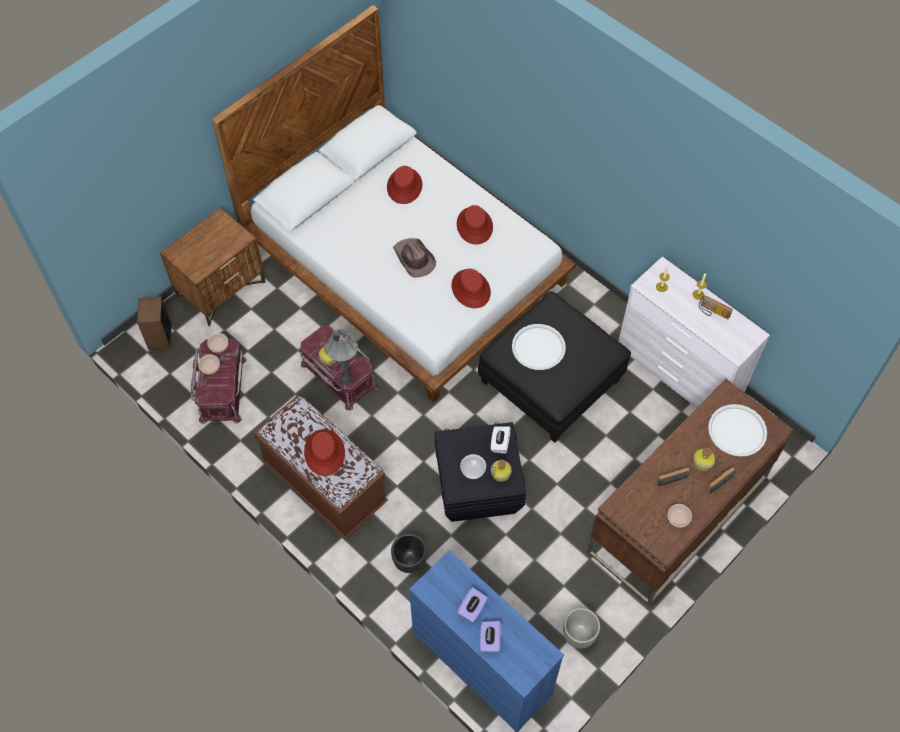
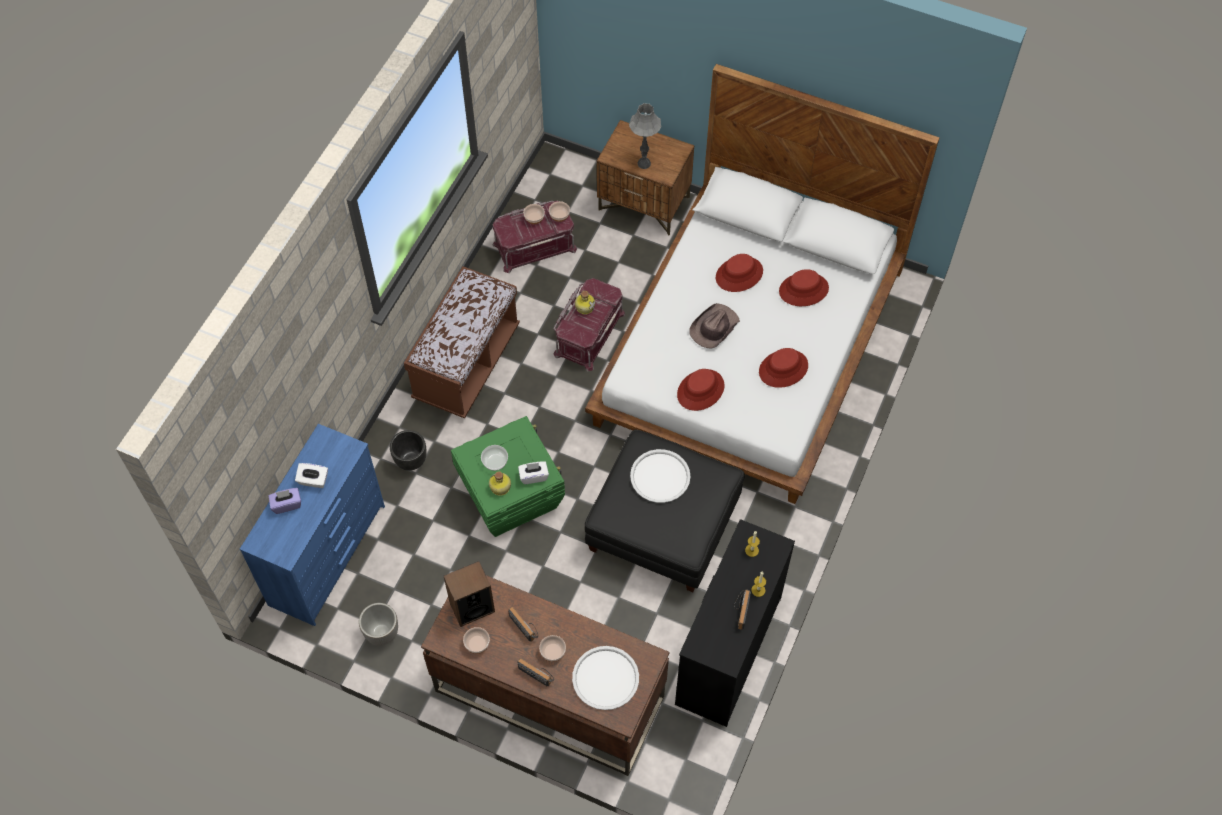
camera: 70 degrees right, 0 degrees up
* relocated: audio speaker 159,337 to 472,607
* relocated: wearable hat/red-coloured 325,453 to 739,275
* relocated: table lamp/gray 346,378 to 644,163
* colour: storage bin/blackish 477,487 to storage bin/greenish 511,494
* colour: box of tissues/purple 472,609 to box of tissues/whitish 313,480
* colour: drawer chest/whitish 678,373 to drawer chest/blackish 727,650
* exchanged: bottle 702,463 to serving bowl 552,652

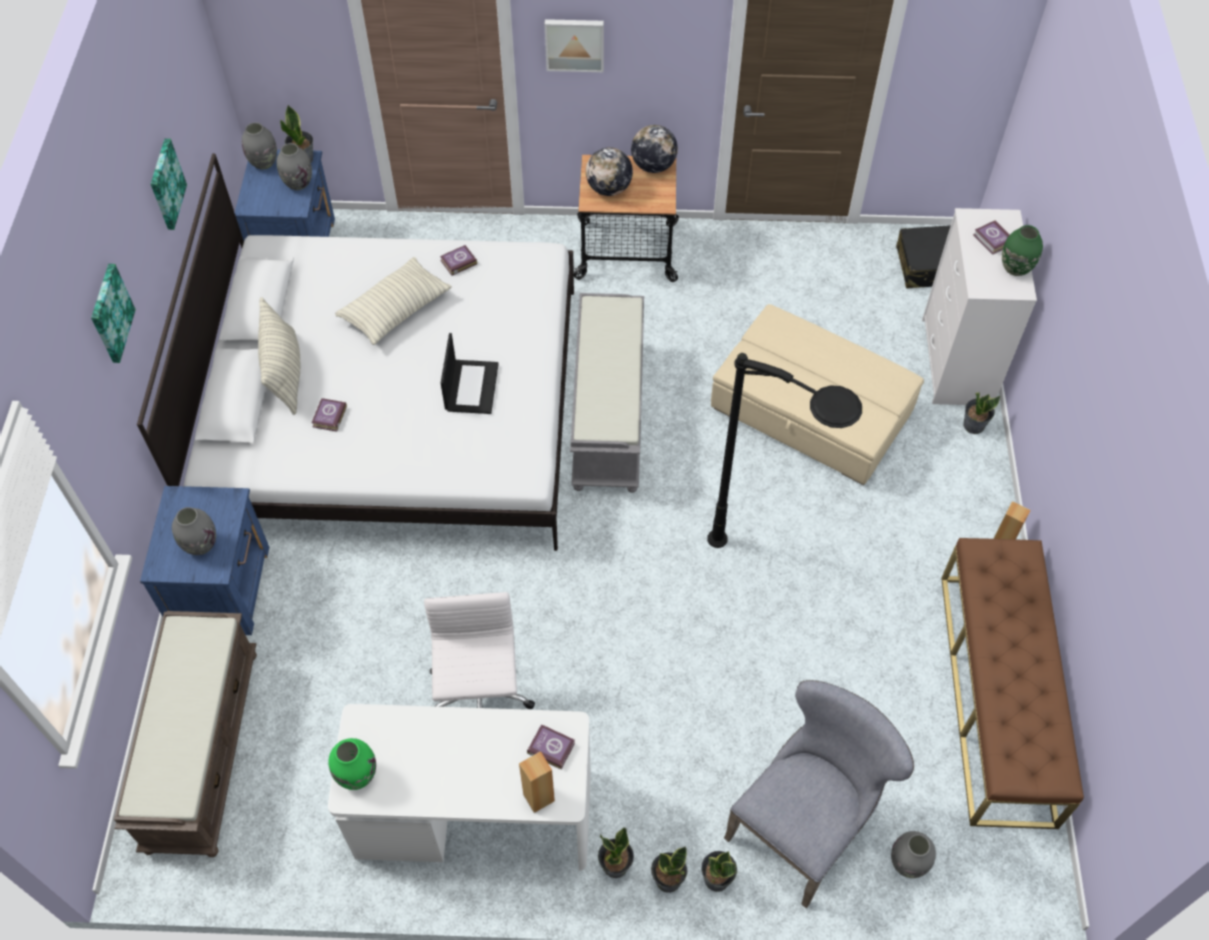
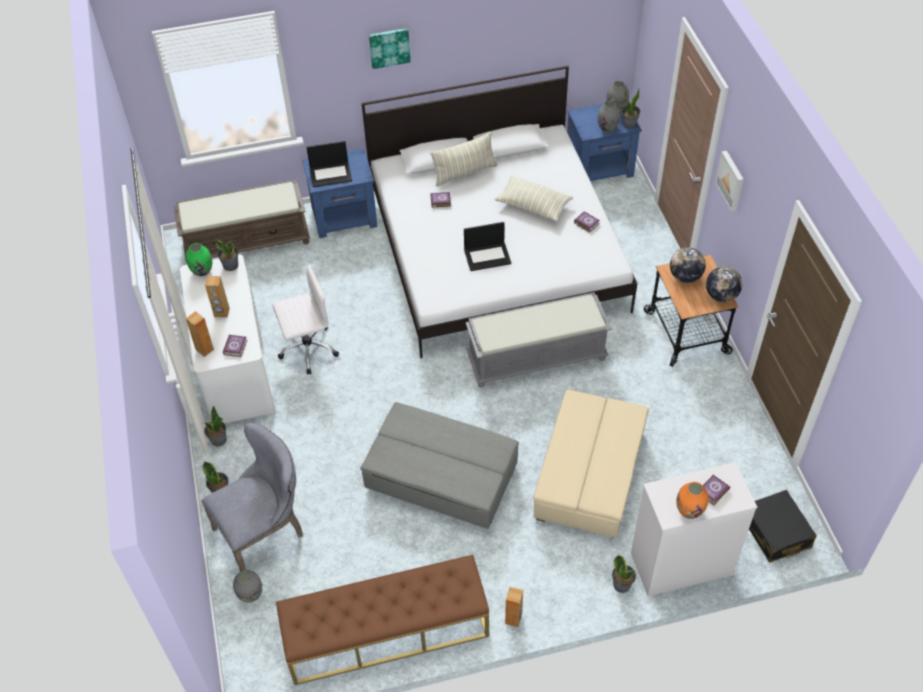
camera: 75 degrees right, 5 degrees down
* missing: picture 165,184
* exchanged: vase/gray 200,544 to portable computer 331,174
* relocated: potted plant 667,879 to 230,265
* exchanged: floor lamp/blackish 770,574 to pouffe/gray 441,477
* spun: upright chair/gray 804,824 = 264,531 60 degrees counterclockwise
* colour: vase/greenish 1015,268 to vase/orange 689,510
* appeared: audio speaker/brown-coloured 221,312

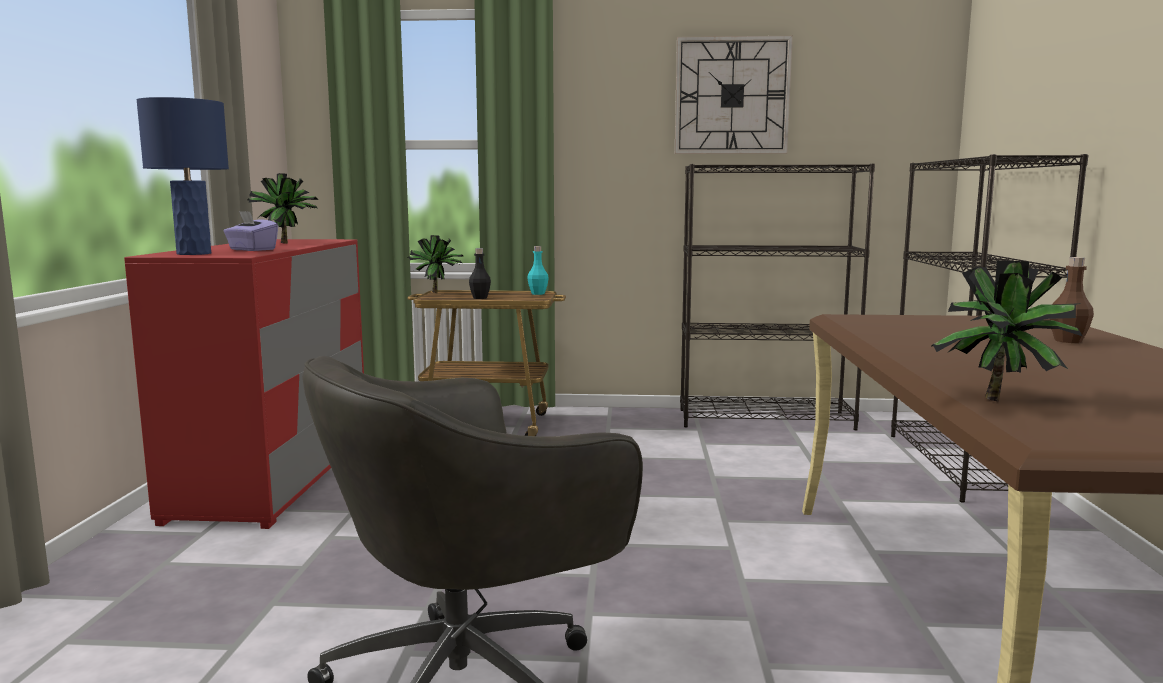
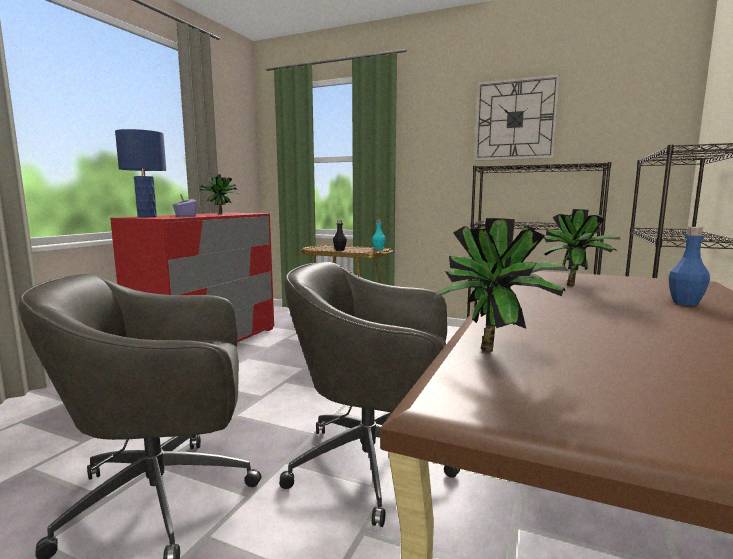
camera: 20 degrees right, 0 degrees up
* relocated: potted plant 438,292 to 576,286
* colour: bottle/brown-coloured 1068,341 to bottle/bluish 685,303
* appeared: computer chair/gray 374,466

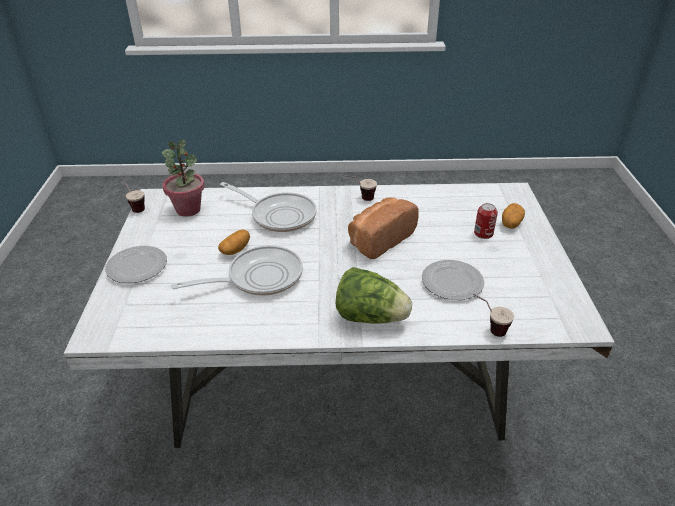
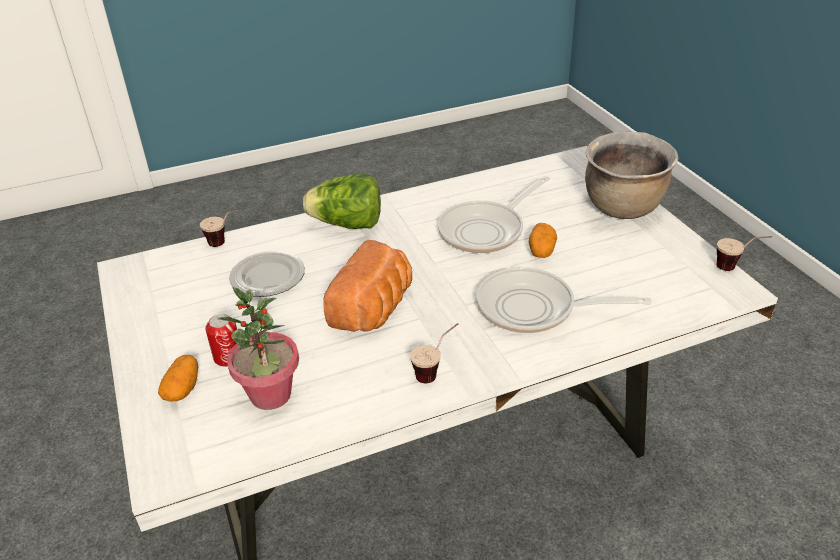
camera: 160 degrees right, 0 degrees up
* exchanged: flat dish 136,267 to cooking pot/brown-coloured 623,208
* relocated: potted plant 188,209 to 270,395

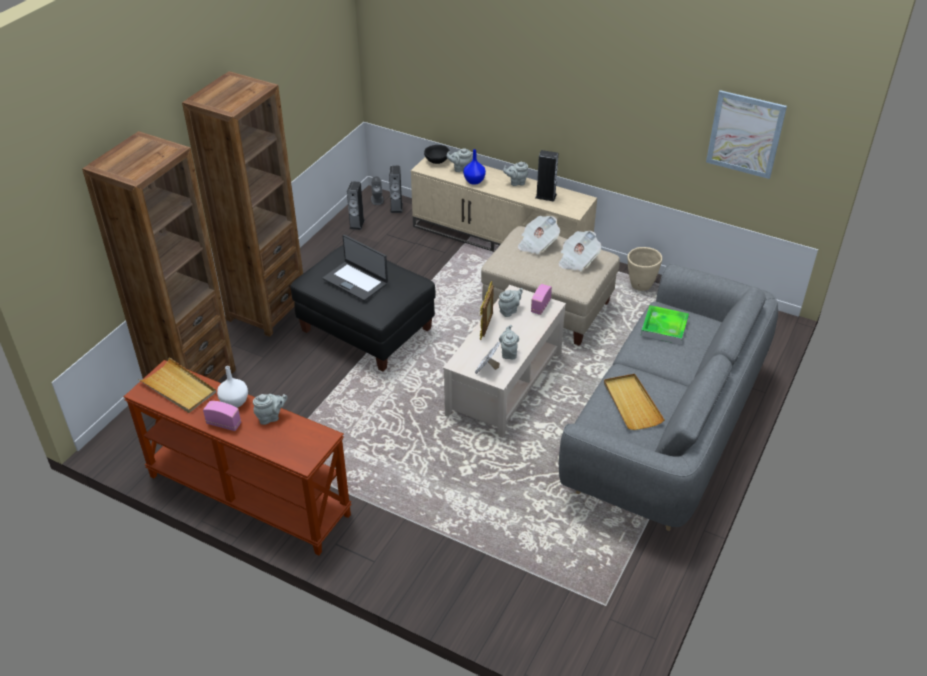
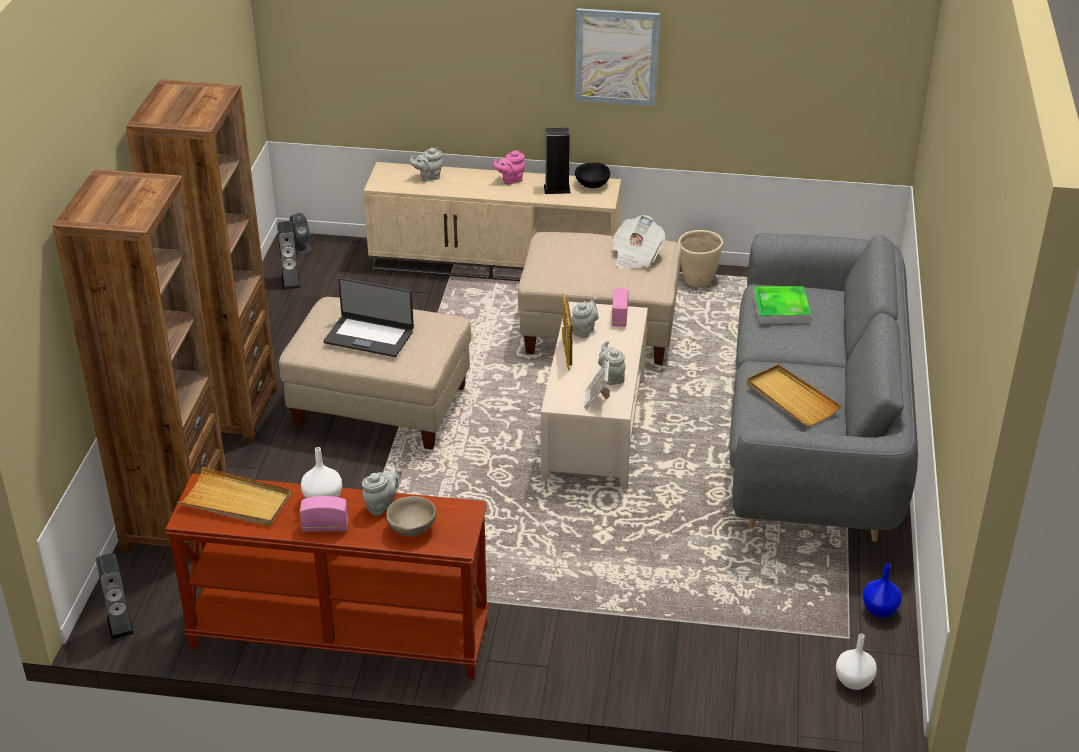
camera: 20 degrees left, 5 degrees down
* colour: pouffe/blackish 366,330 to pouffe/beige 381,407
* relocated: audio speaker 396,208 to 120,625
* relocated: serving bowl/blackish 436,161 to 591,184
* relocated: vase/bluish 474,181 to 880,609
* colour: pot for tea/gray 516,182 to pot for tea/pinkish 510,180
* missing: printed paper 537,244
* relocated: picture 745,134 to 616,57
* appeared: serving bowl/beige 411,528
* appeared: vase/whitish 854,682

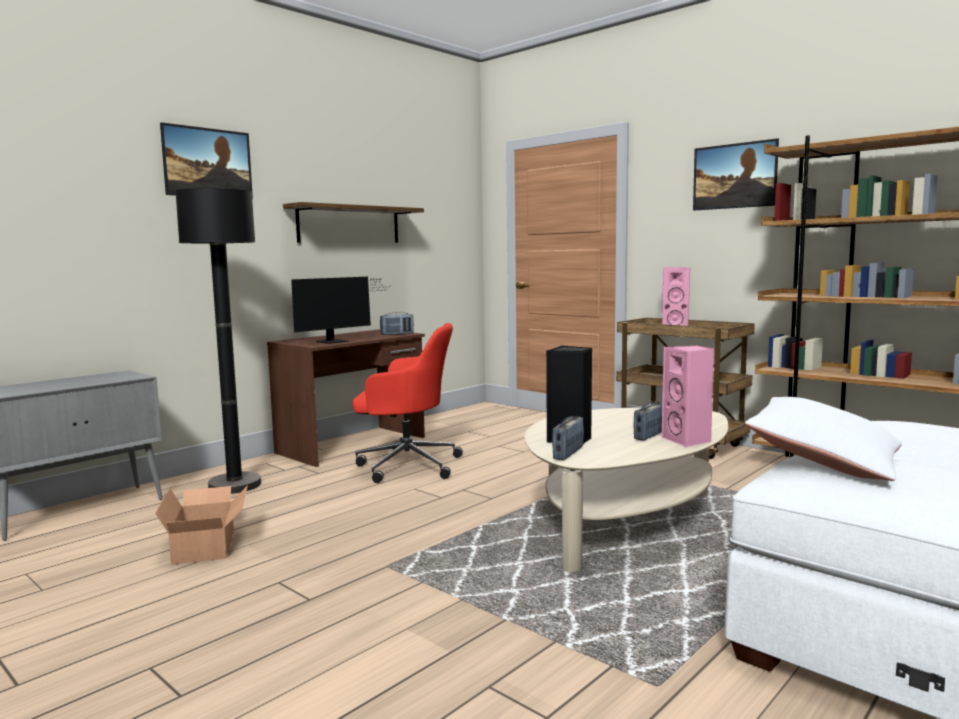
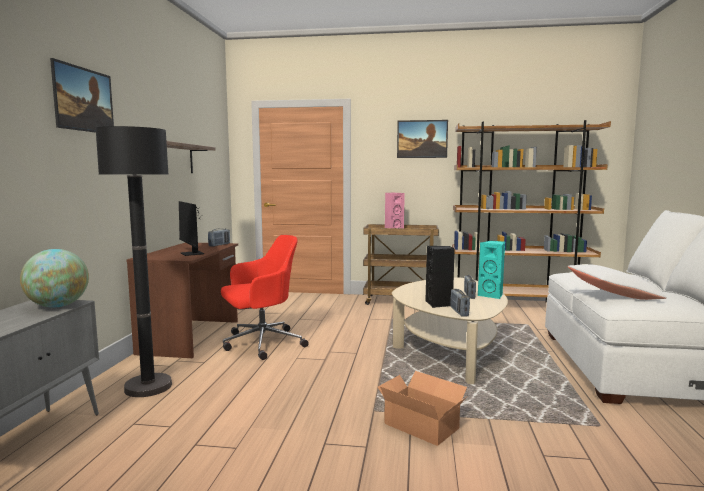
camera: 35 degrees left, 0 degrees up
* relocated: packing box 208,545 to 421,424
* spun: computer display 336,341 = 192,254 135 degrees clockwise
* colour: audio speaker/pinkish 687,440 to audio speaker/blue-green 492,295
* appeared: desk globe 58,306

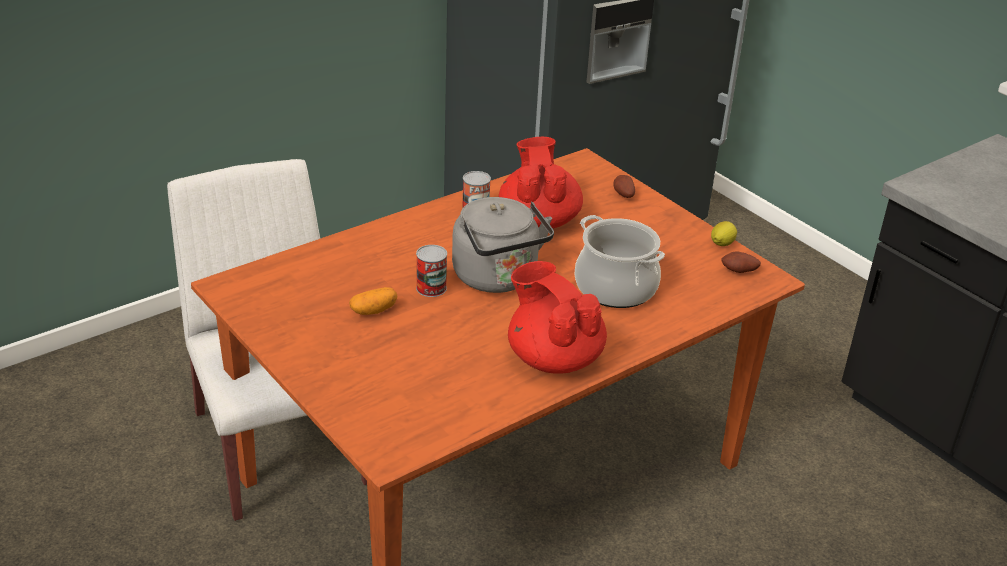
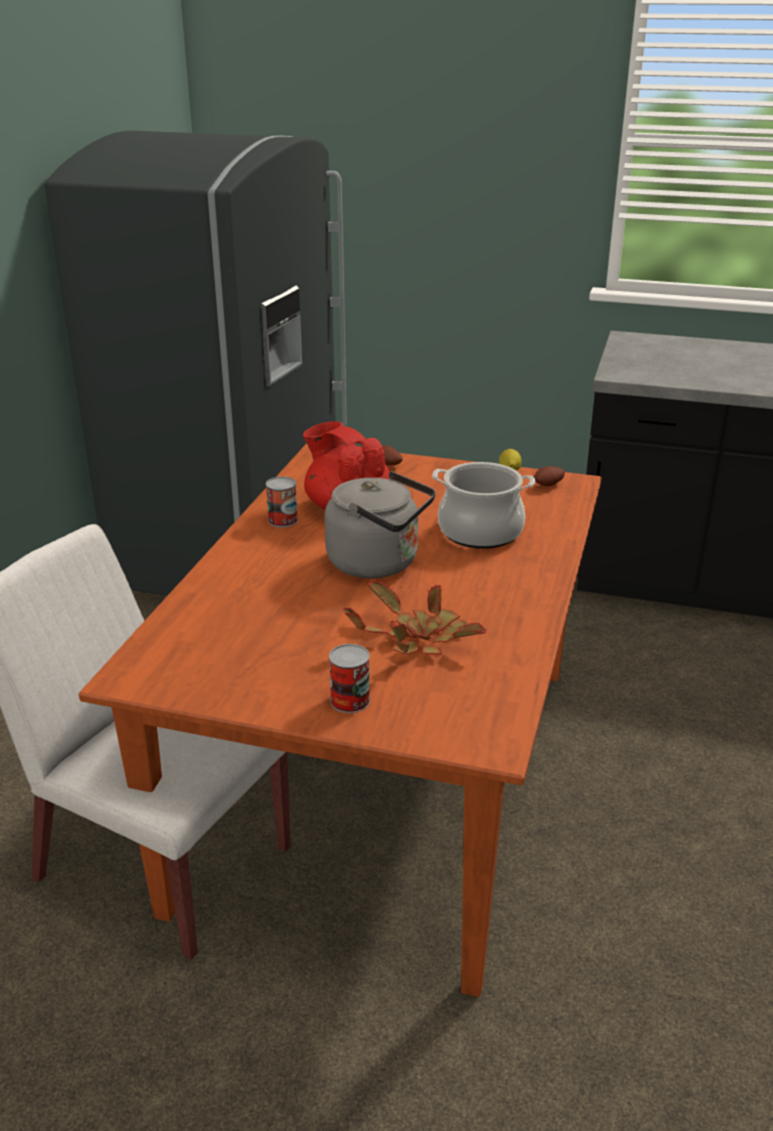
camera: 35 degrees left, 5 degrees down
* missing: whole potato 373,311
* relocated: can 431,288 to 350,700
* missing: pot for tea/red-coloured 553,358
* appeared: potted plant 418,640

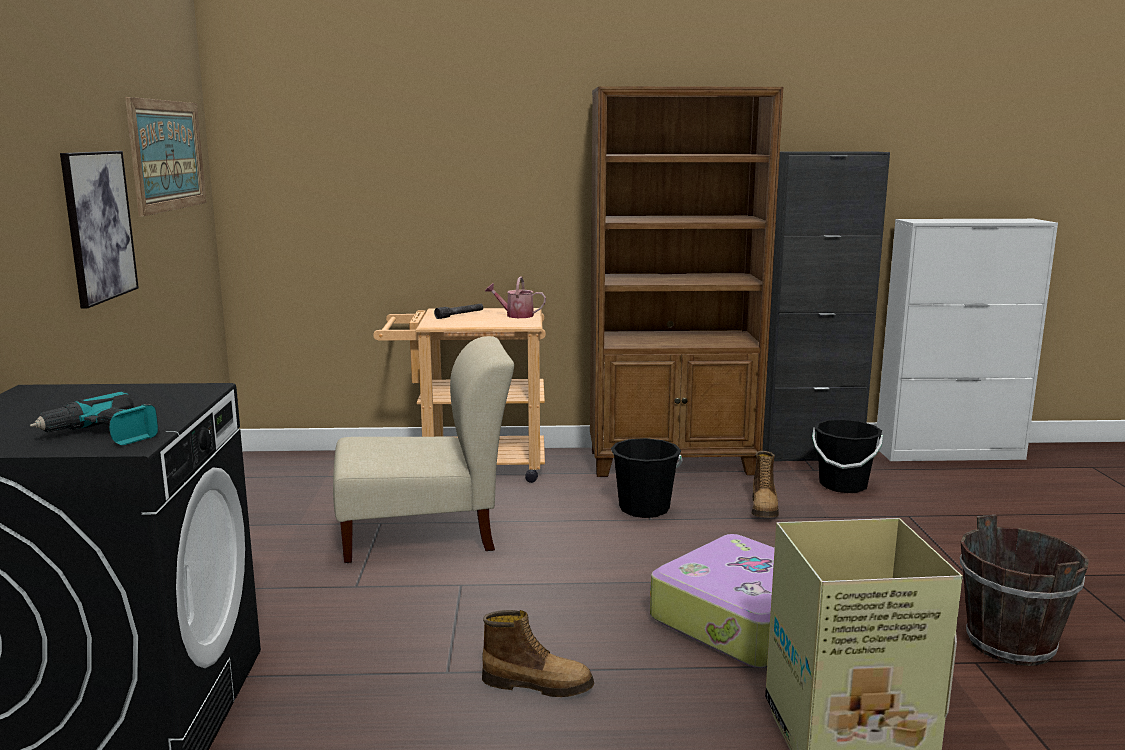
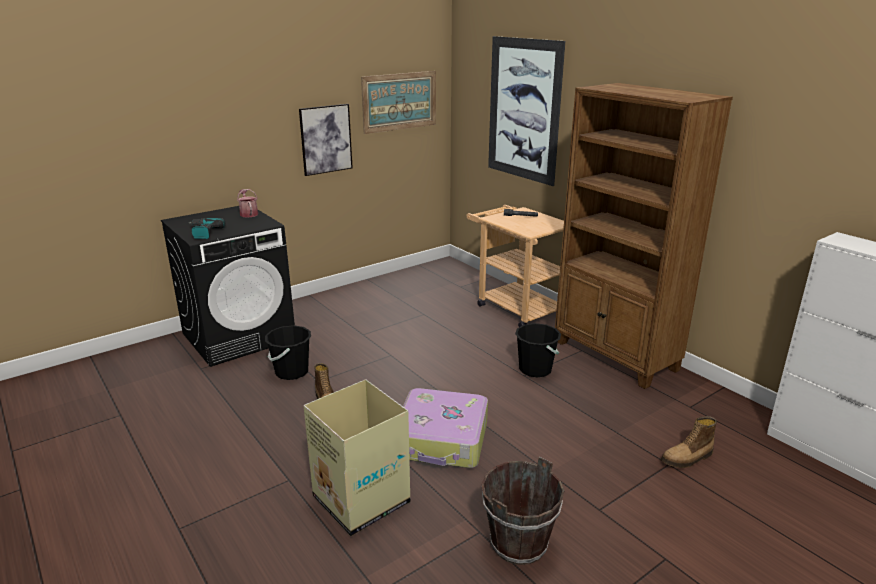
camera: 55 degrees right, 10 degrees up
* missing: upright chair/beige 425,534
* relocated: watering pot 516,315 to 248,213
* relocated: boot 764,508 to 687,458
* missing: storage cabinet/blackish 809,454
* relocated: bucket/blackish 843,485 to 291,372
* appeared: picture 523,110

